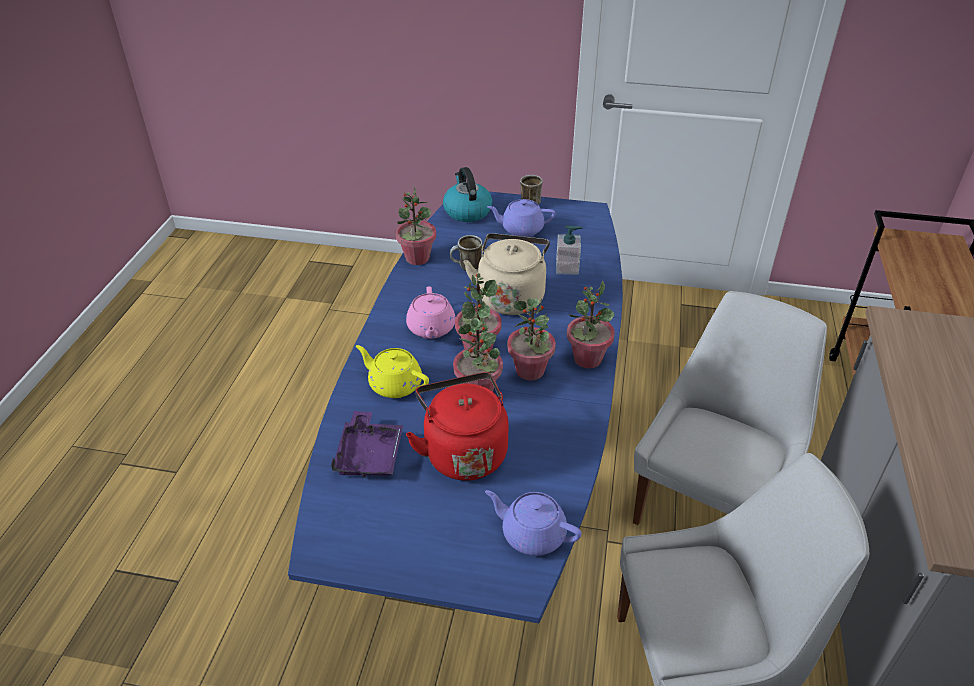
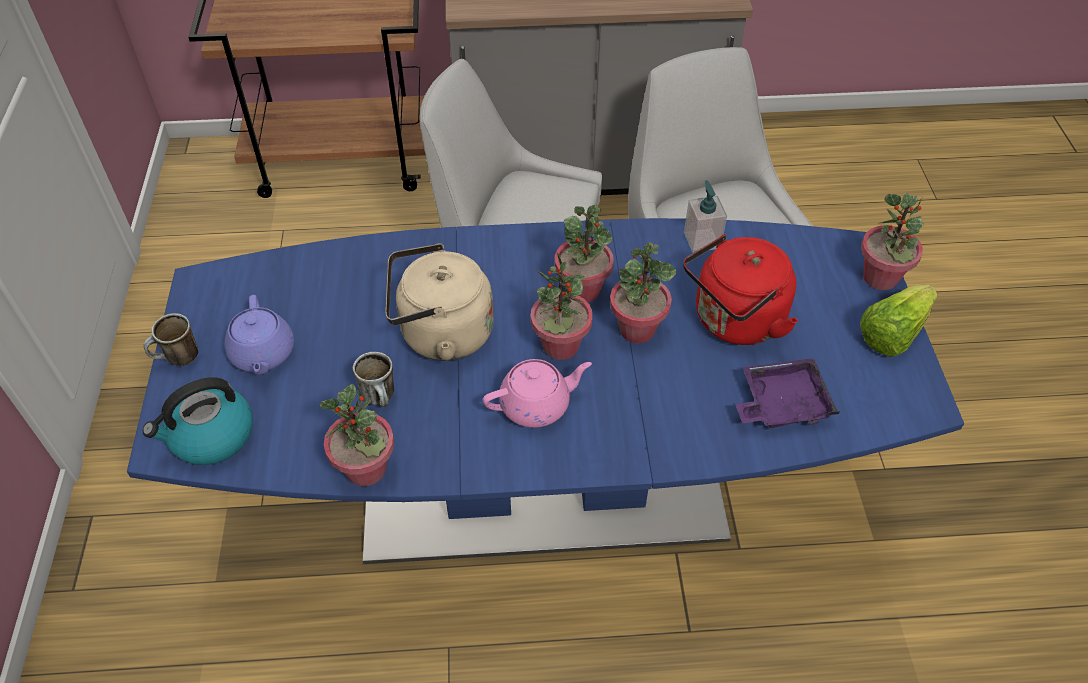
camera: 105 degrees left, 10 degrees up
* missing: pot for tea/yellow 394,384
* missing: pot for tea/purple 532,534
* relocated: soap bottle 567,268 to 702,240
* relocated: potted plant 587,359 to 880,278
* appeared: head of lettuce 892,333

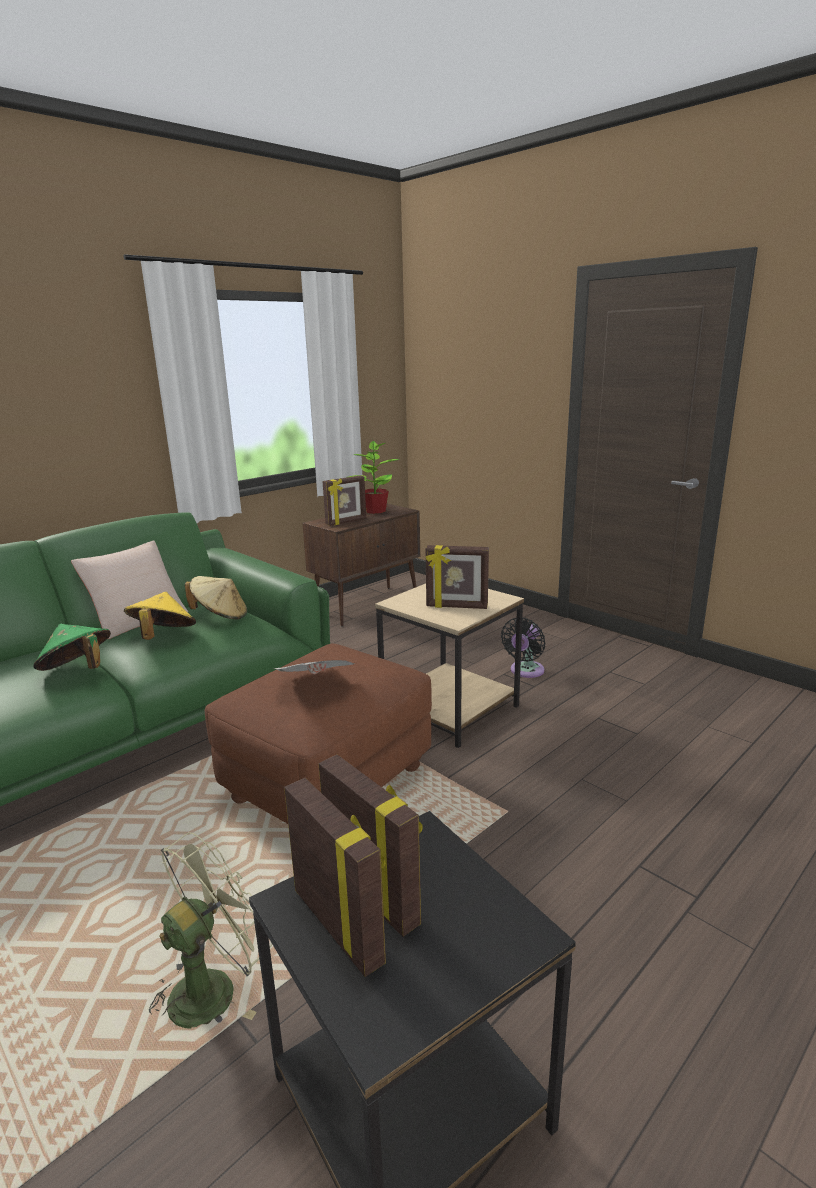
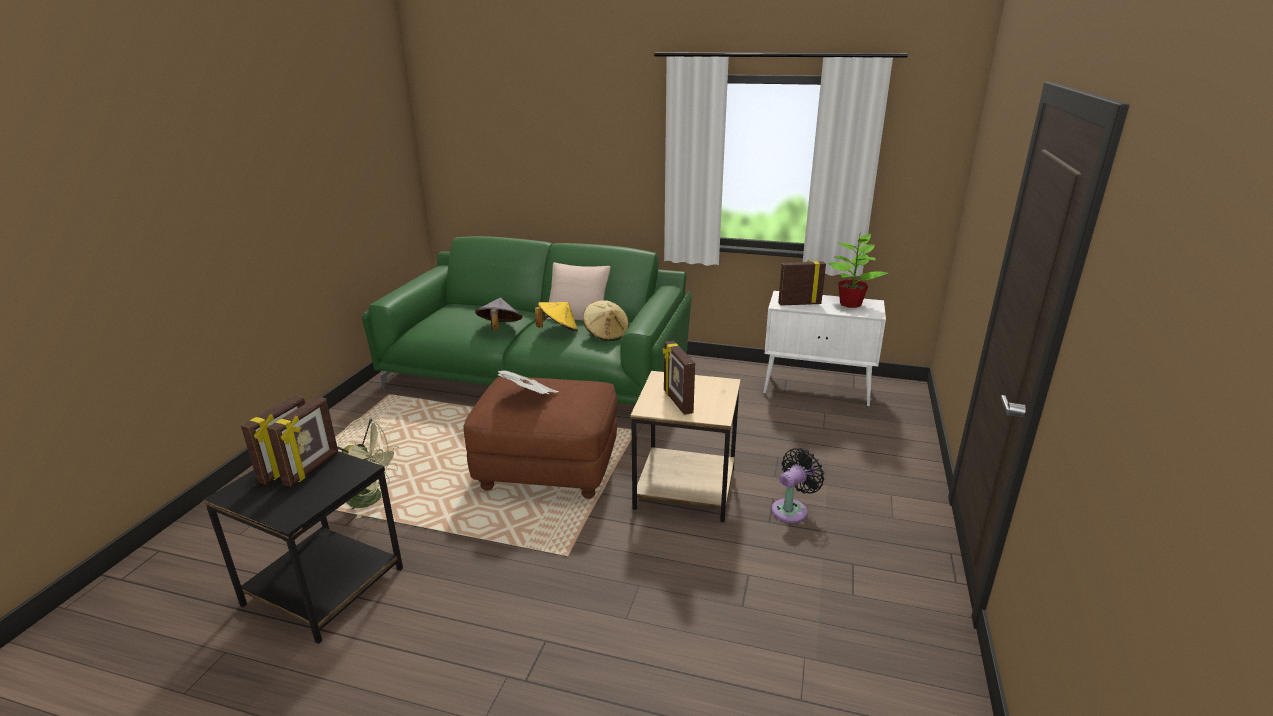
camera: 60 degrees right, 5 degrees up
* colour: wearable hat/greenish 78,671 to wearable hat/gray 499,328
* colour: storage cabinet/brown-coloured 367,605 to storage cabinet/whitish 817,390
* spun: picture frame 346,522 = 799,303 150 degrees clockwise
* spun: electric fan/blackish 525,671 = 792,509 135 degrees clockwise

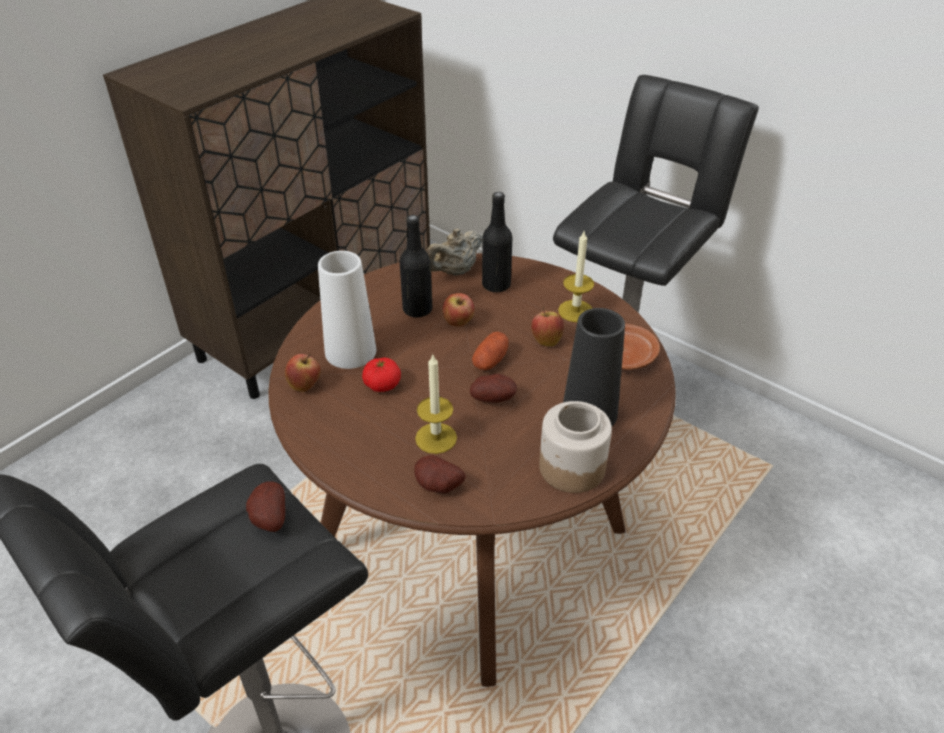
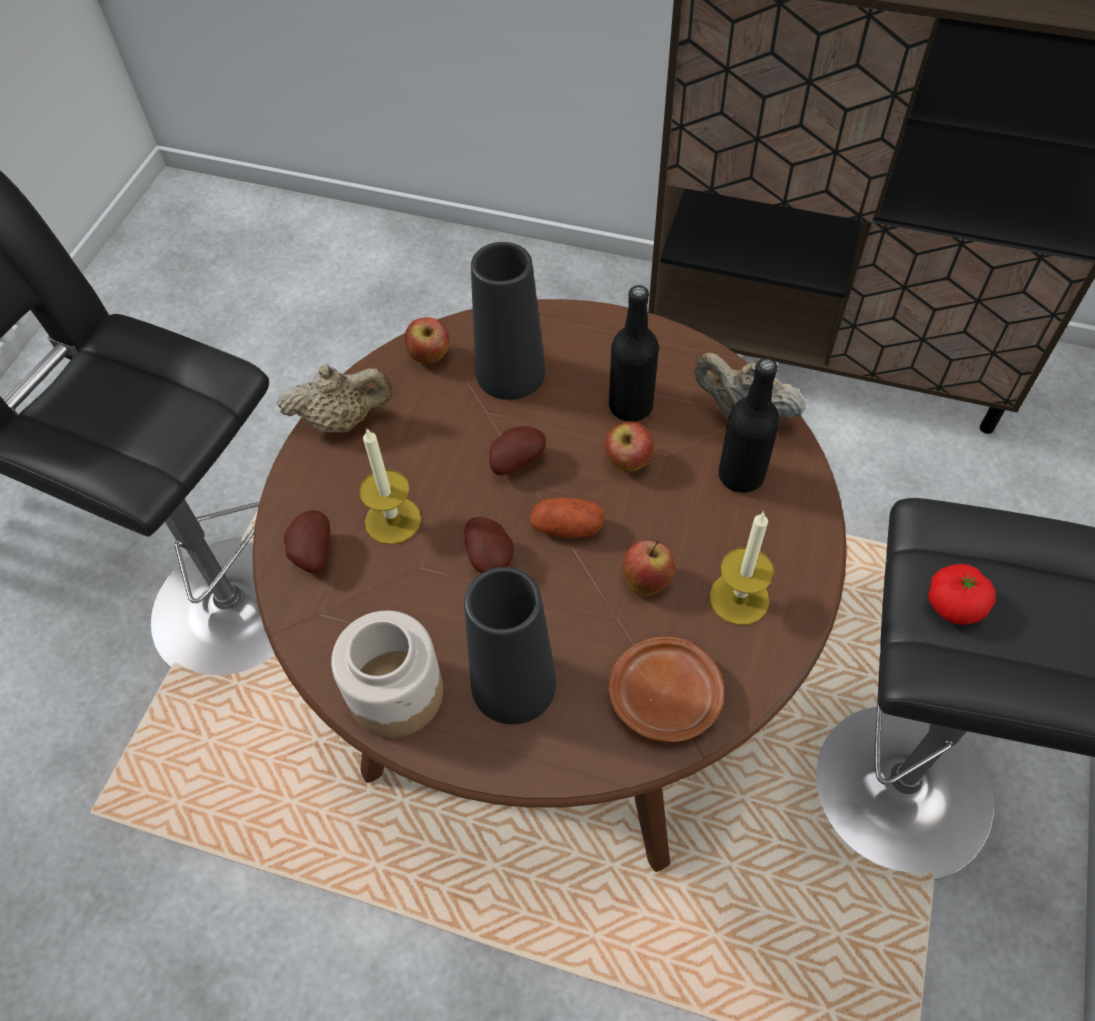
camera: 70 degrees right, 15 degrees up
* relocated: whole potato 268,519 to 515,461
* colour: vase/whitish 350,351 to vase/blackish 510,373
* relocated: fresh tomato 382,385 to 954,604
* appeared: pot for tea/beige 342,420

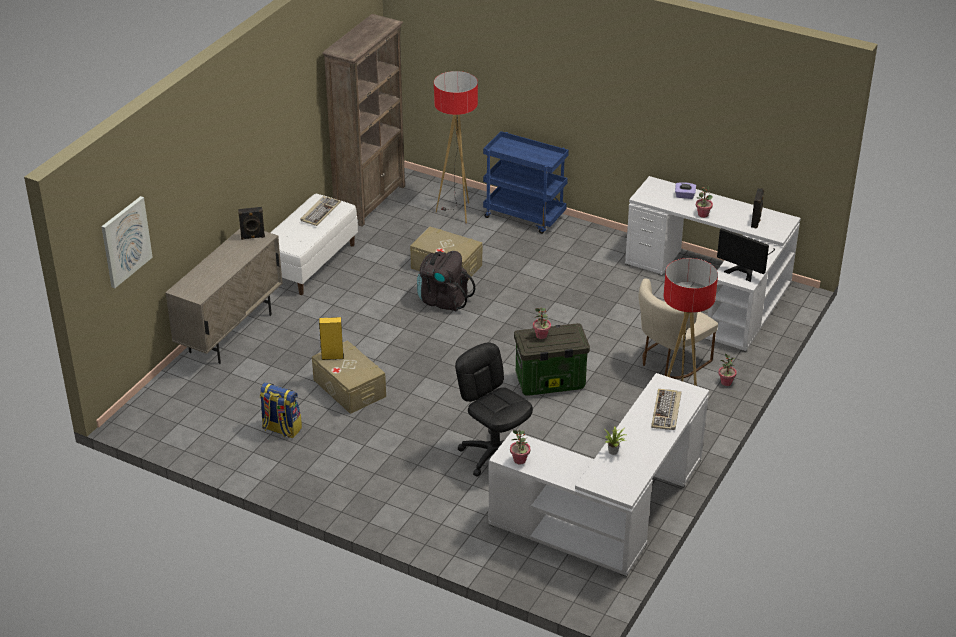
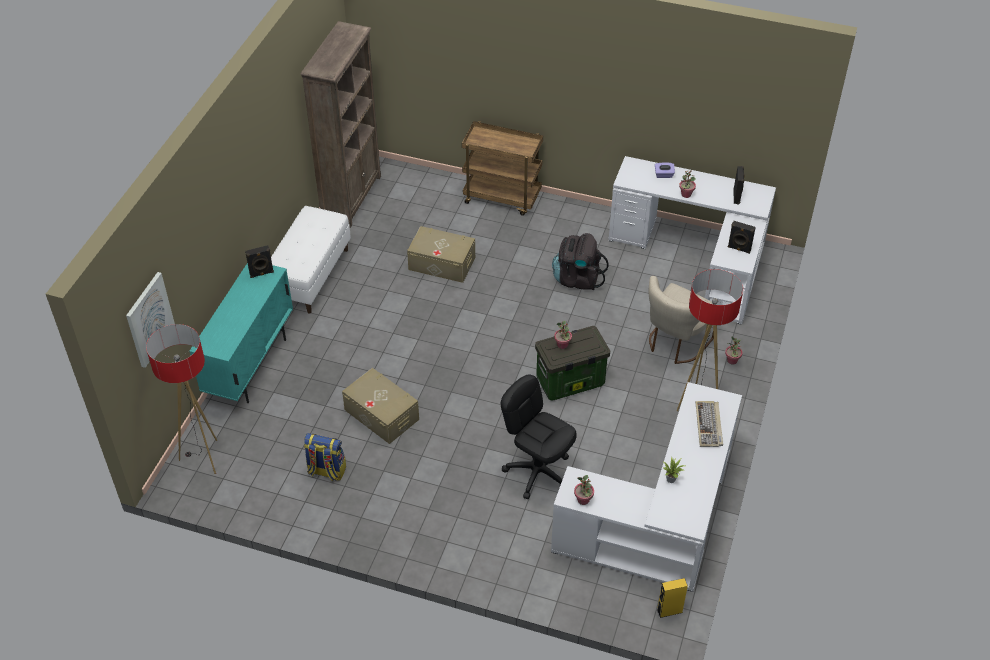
camera: 10 degrees left, 10 degrees up
* colour: storage cabinet/beige 231,333 to storage cabinet/blue-green 251,366
* missing: computer keyboard 320,212
* relocated: audio speaker/yellow 332,356 to 669,611
* relocated: backpack/blackish 443,300 to 577,279
* relocated: floor lamp 456,212 to 203,458
* colour: wheeled cart/bluish 525,216 to wheeled cart/brown-coloured 503,198
* exchanged: computer display 745,268 to audio speaker/blackish 739,249

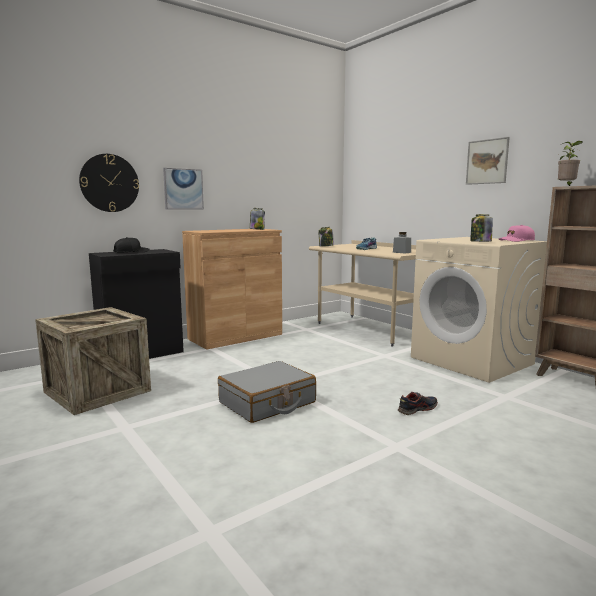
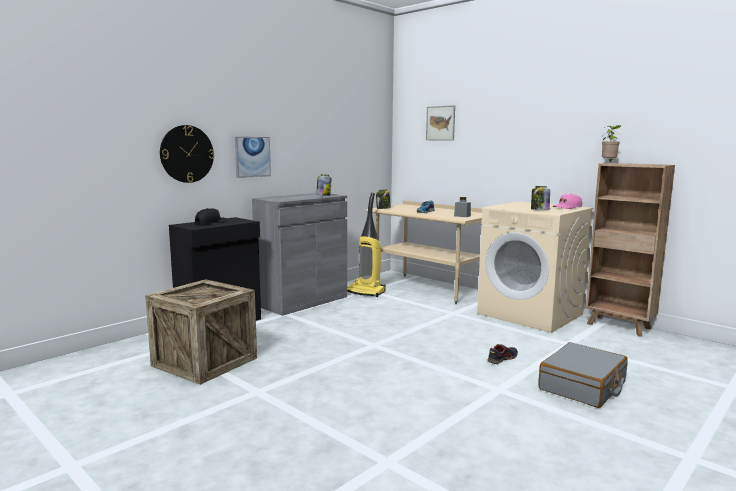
camera: 10 degrees left, 0 degrees up
* colour: storage cabinet/brown-coloured 235,336 to storage cabinet/gray 302,301
* relocated: suitcase/gray 267,403 to 583,386
* relocated: picture 487,161 to 440,123
* appeared: hoover 366,292

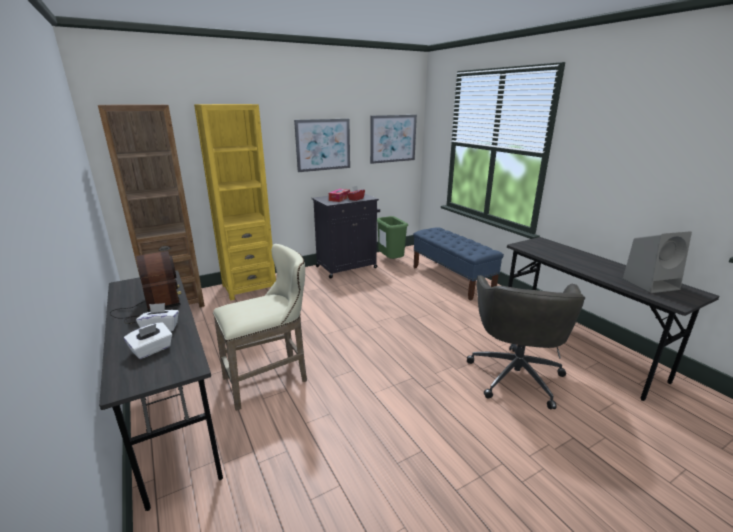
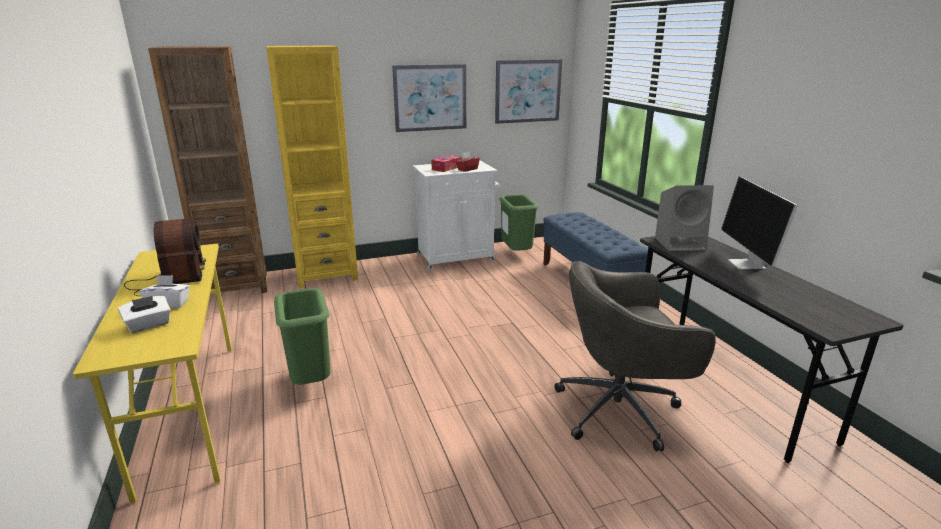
camera: 10 degrees right, 0 degrees up
* colour: desk unit/gray 173,417 to desk unit/yellow 190,411
* exchanged: sitting stool/beige 270,379 to rubbish bin/greenish 312,383
* colour: storage cabinet/blackish 347,267 to storage cabinet/whitish 457,258
* spun: computer chair/gray 515,374 = 620,410 60 degrees clockwise
* relocated: audio speaker/gray 651,284 to 681,243
* appeared: computer display 747,265

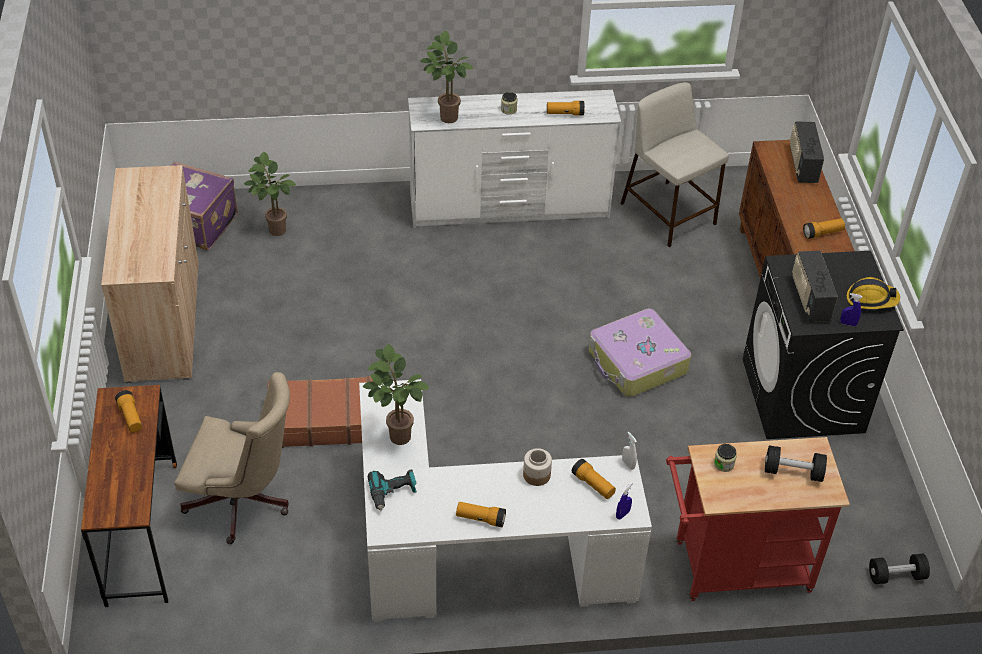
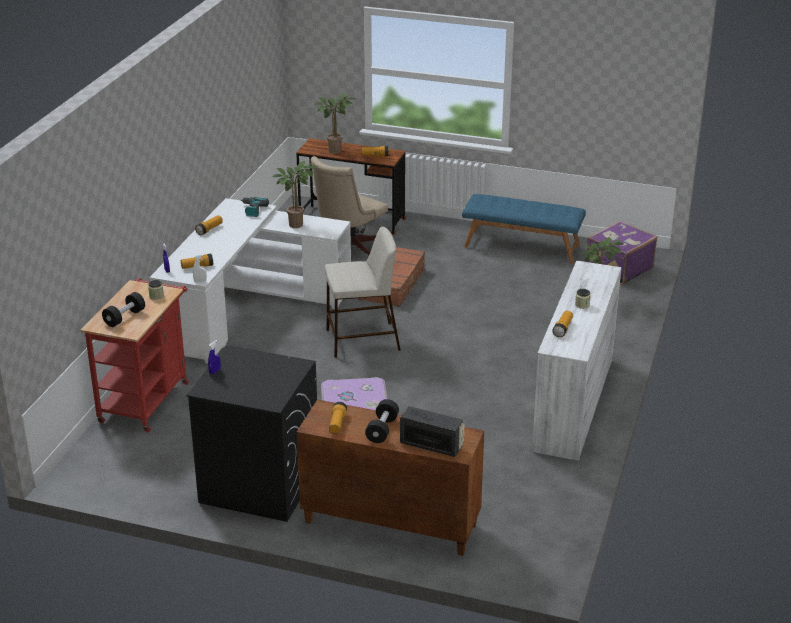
camera: 115 degrees right, 15 degrees down
* exchanged: storage cabinet/beige 163,321 to indoor bench/bluish 522,246
* relocated: potted plant 445,117 to 336,150
* missing: storage jar 536,475
* relocated: sitting stool/beige 669,214 to 362,340
* missing: radio receiver 809,300
* missing: safety helmet 871,299
* relocated: dumbbell/blackish 896,576 to 382,430

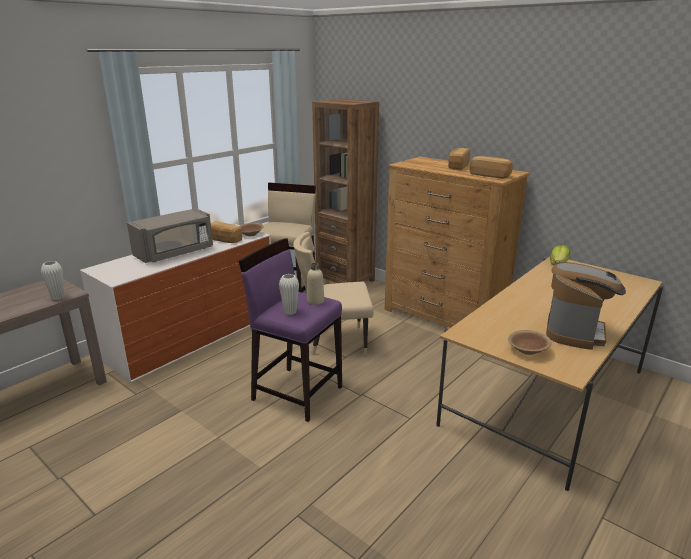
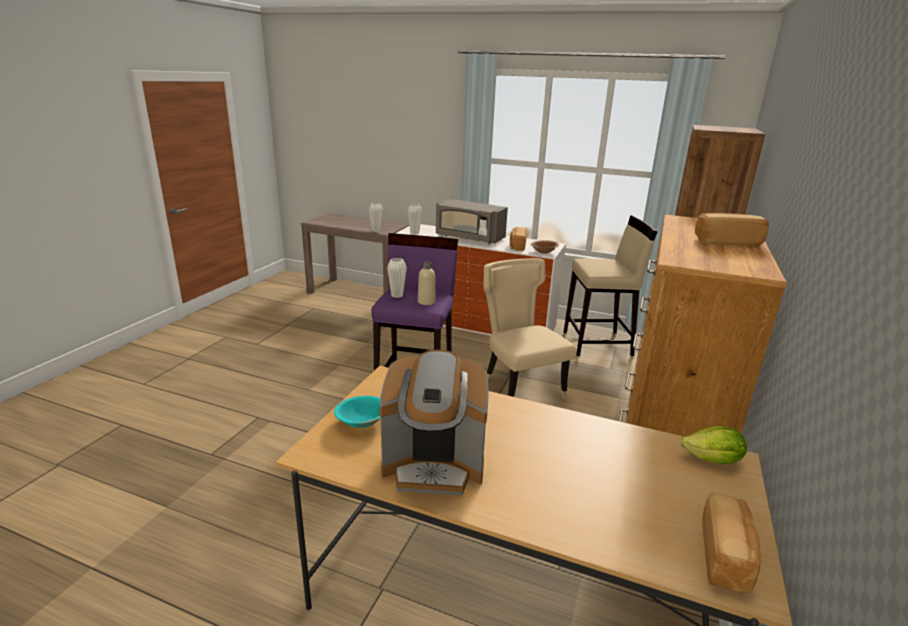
camera: 70 degrees right, 0 degrees up
* relocated: bread 490,175 to 726,556
* colour: serving bowl/brown-coloured 527,350 to serving bowl/blue-green 362,422
* appeared: vase/whitish 414,233

